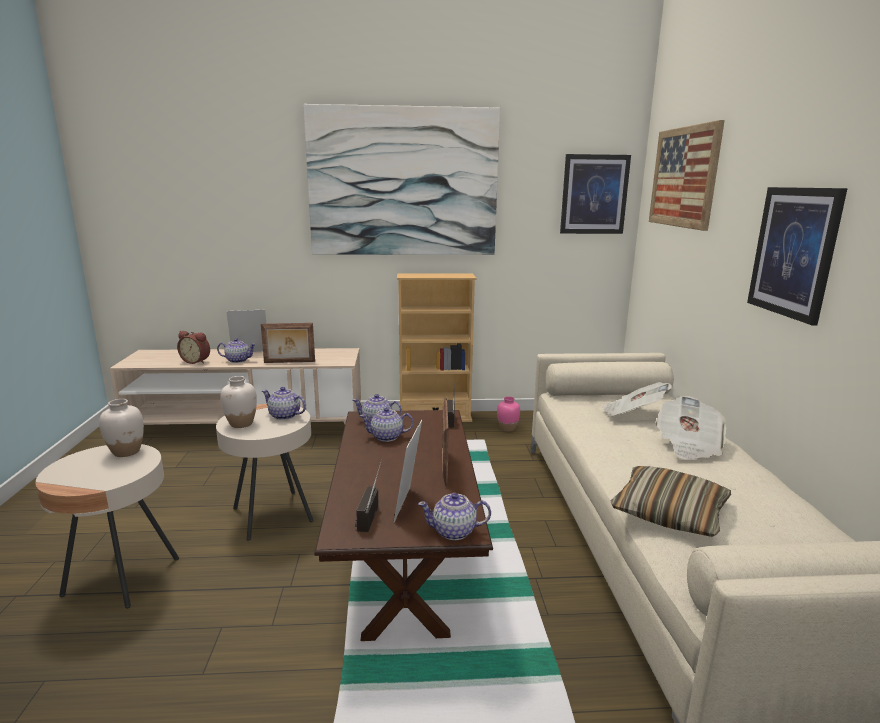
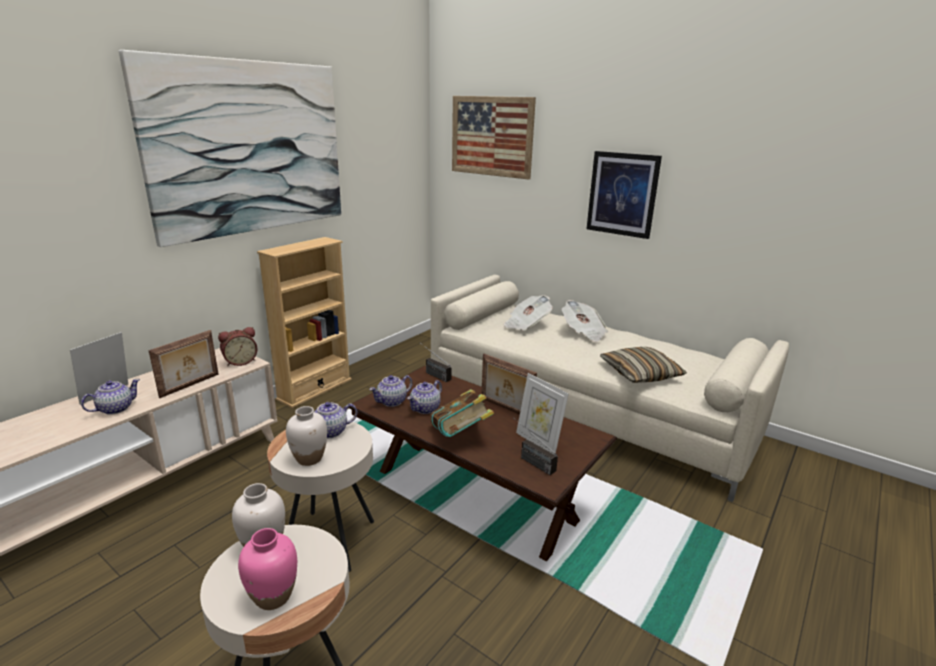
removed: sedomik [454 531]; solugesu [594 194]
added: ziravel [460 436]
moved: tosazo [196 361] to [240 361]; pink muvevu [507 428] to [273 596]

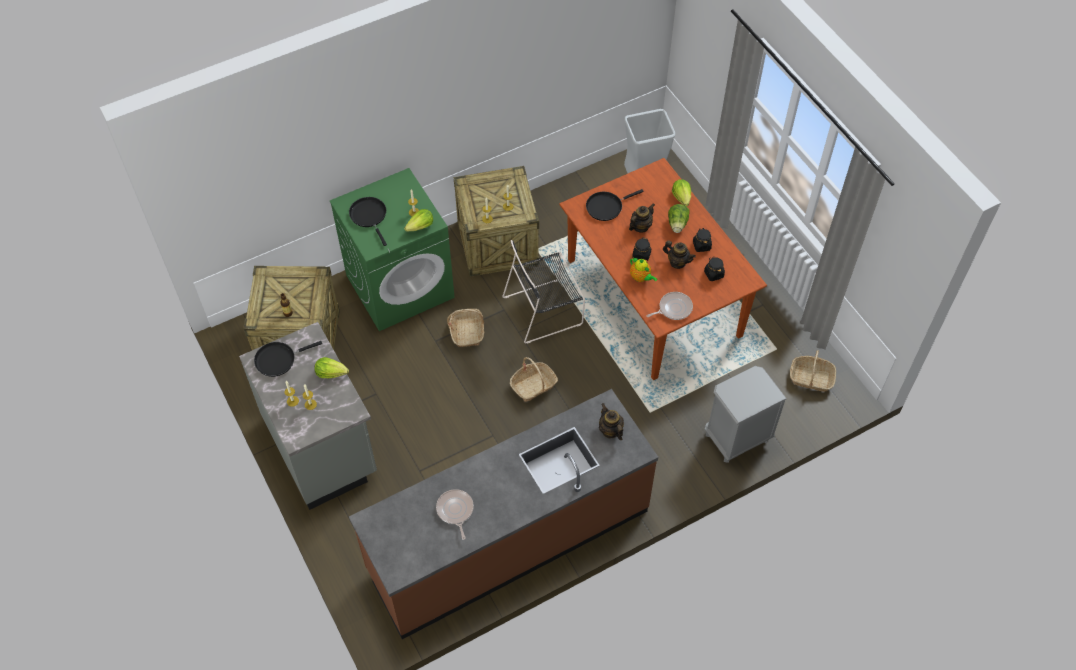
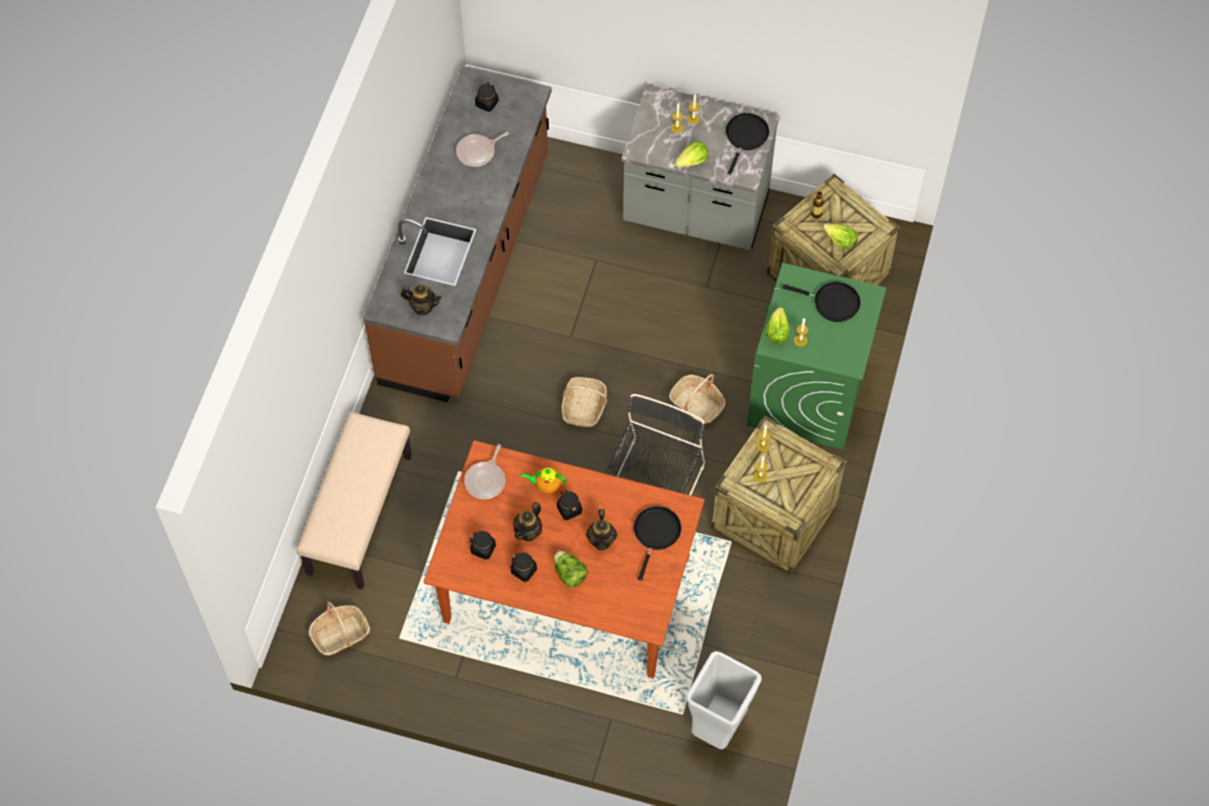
added: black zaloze [487 103]
moved: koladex [682 197] to [839 241]
replaced: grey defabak [736 438] to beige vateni [359 514]
turned: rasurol [455 511] = [477 152] 120 degrees clockwise; sedomik [677 262] = [528 531] 45 degrees counterclockwise

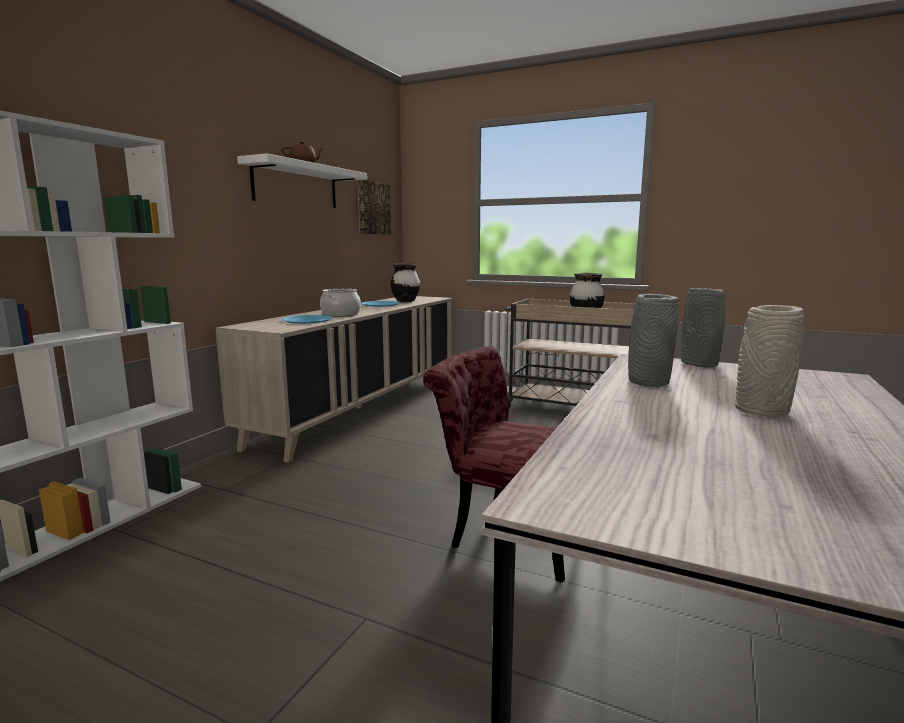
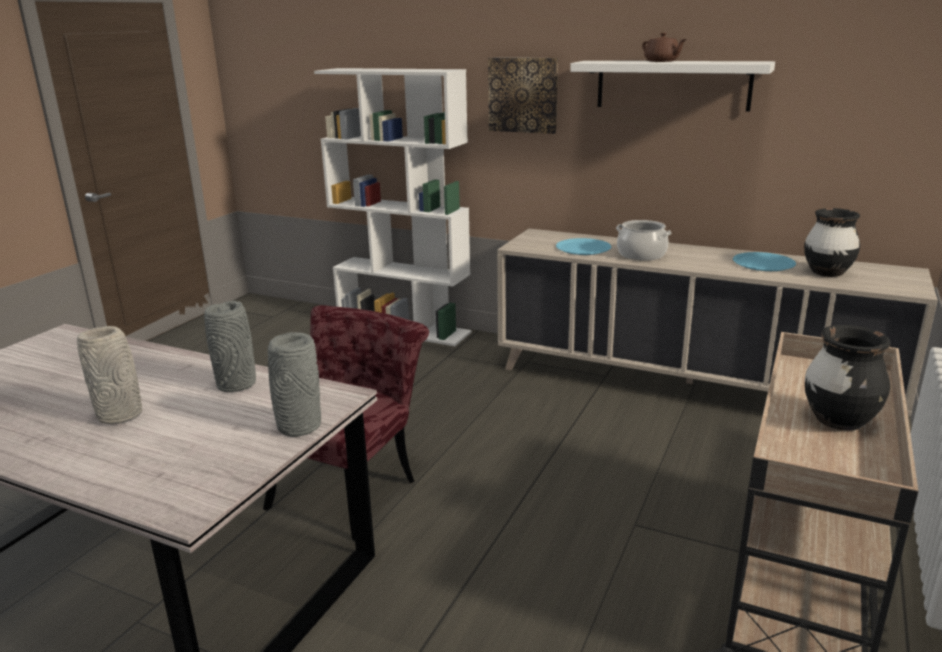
moved: solugesu [373 208] to [523 95]

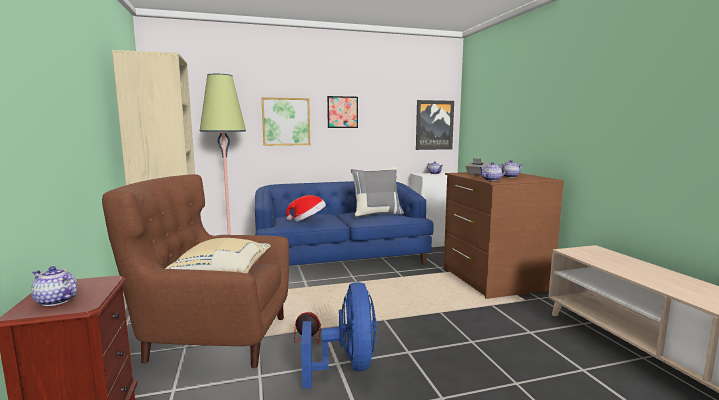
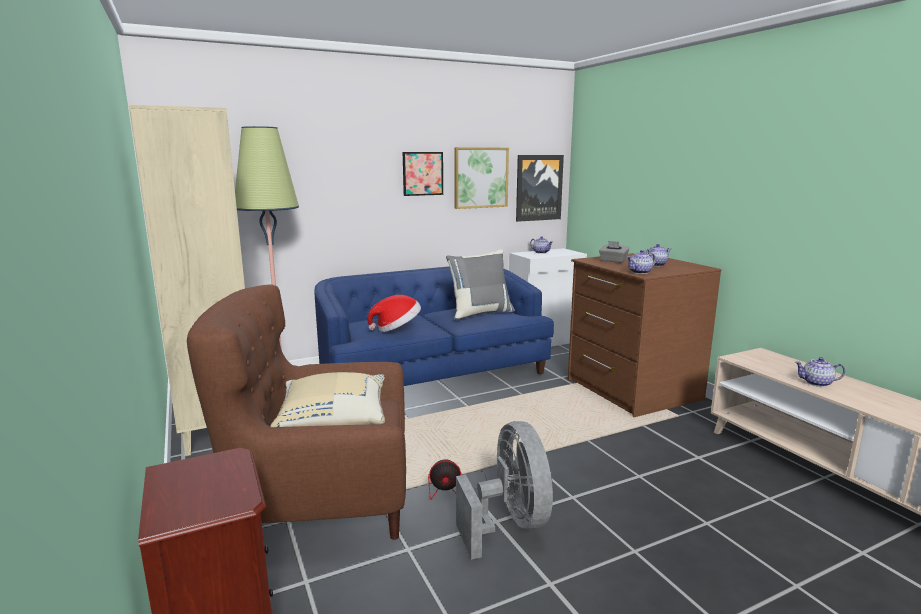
moved: sedomik [56 301] to [817 383]; solugesu [286 121] to [480 177]
recoloured: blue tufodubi [347 366] to grey tufodubi [509 524]

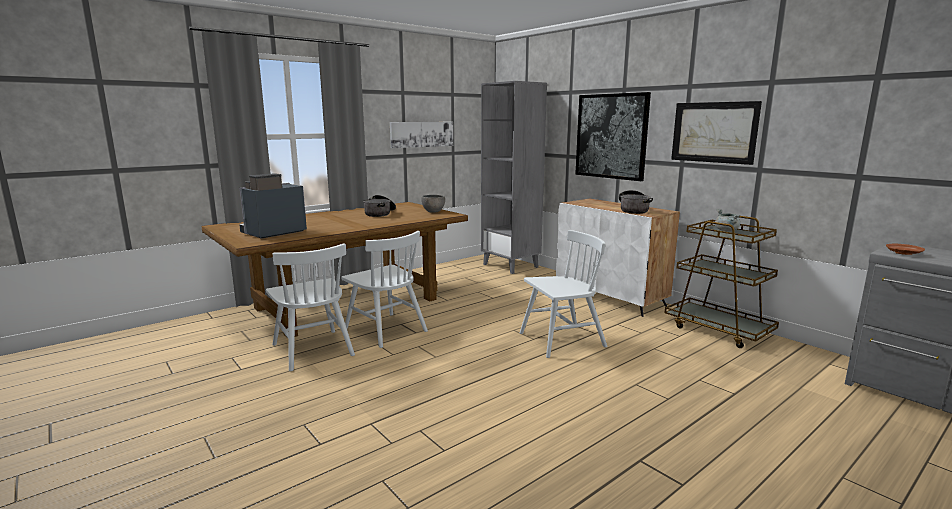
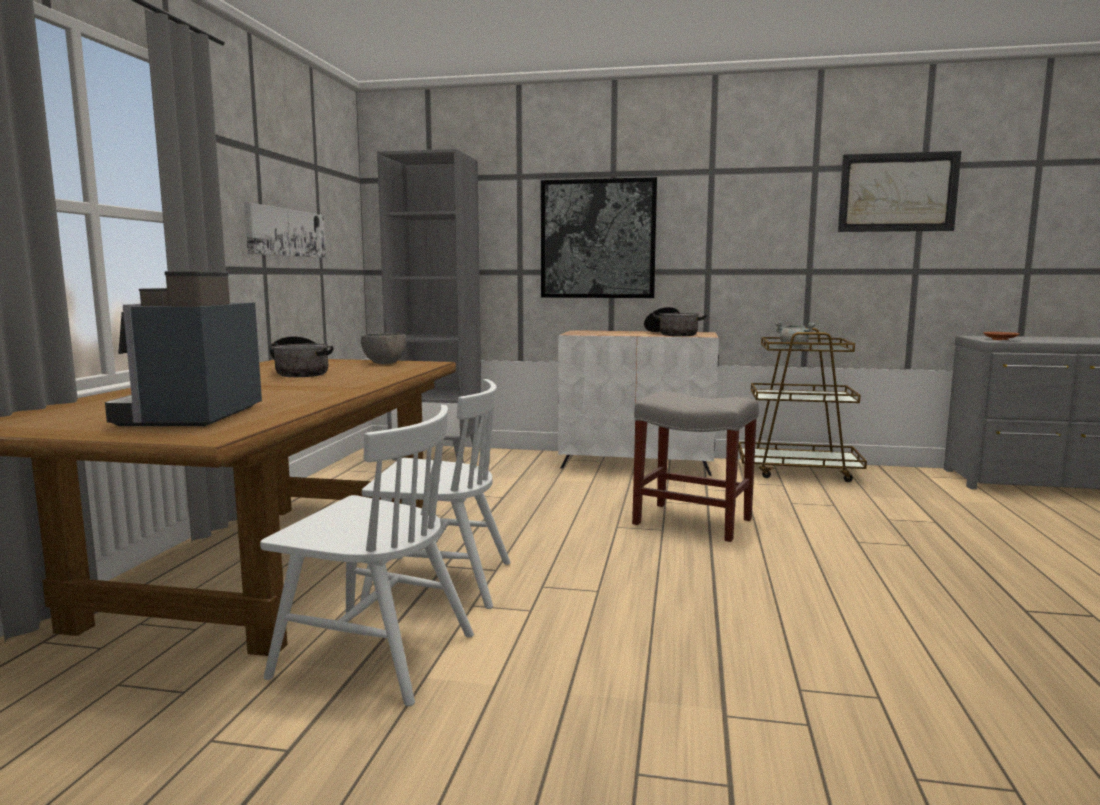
moved: solugesu [714 132] to [897 192]
replaced: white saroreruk [561 340] to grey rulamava [694 522]

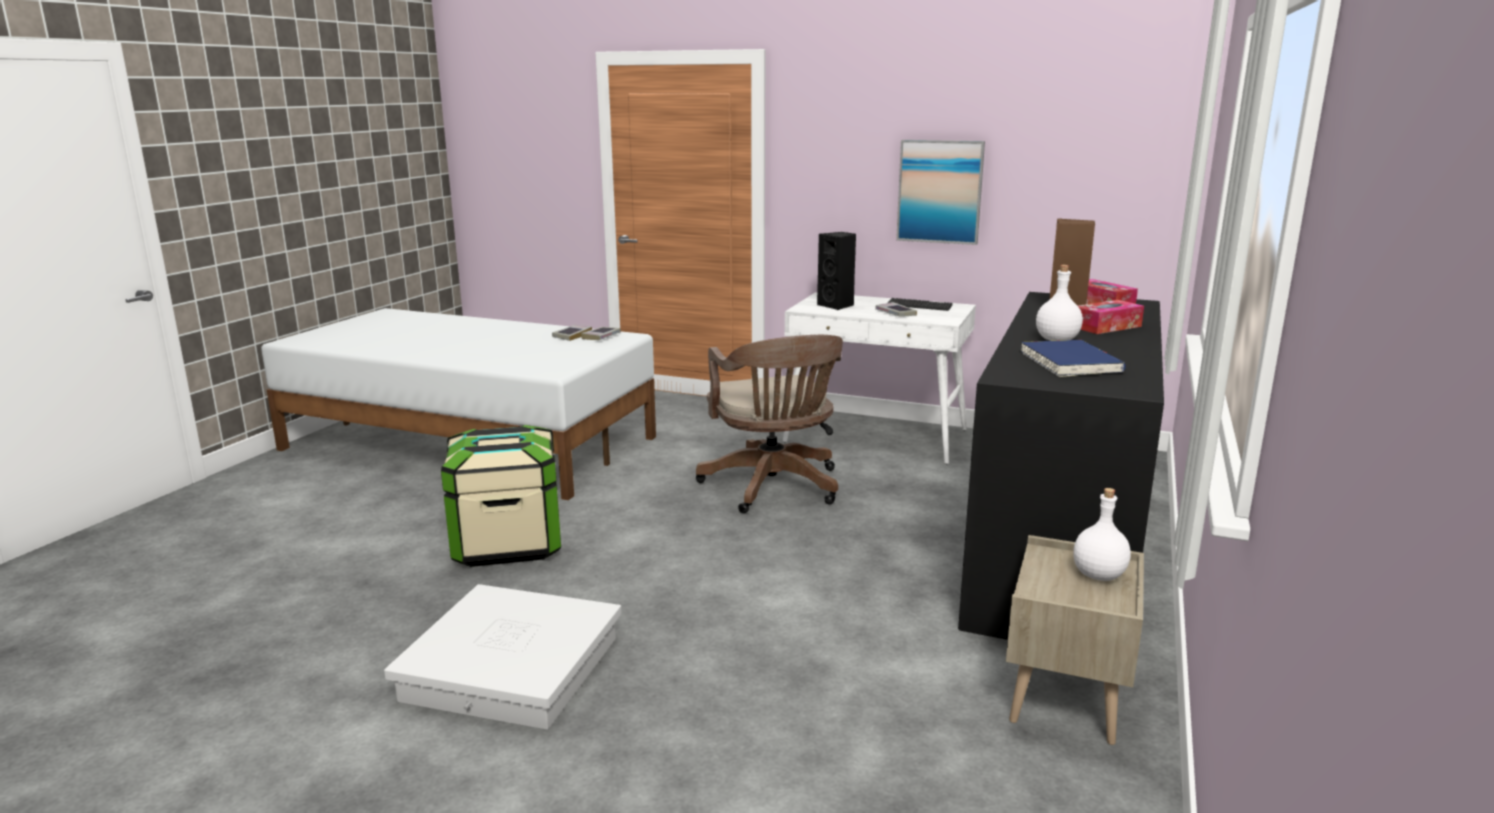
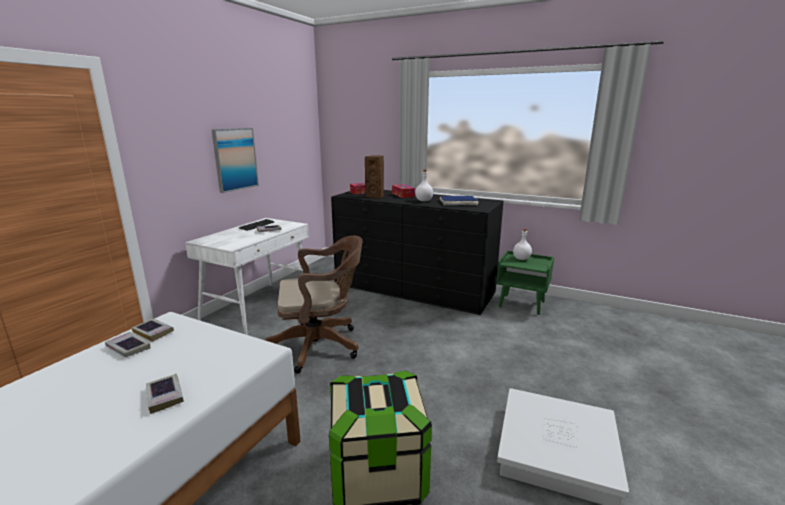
removed: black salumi [837 305]
added: ziravel [165 396]
recoloured: beige defabak [1067 701] to green defabak [522 304]

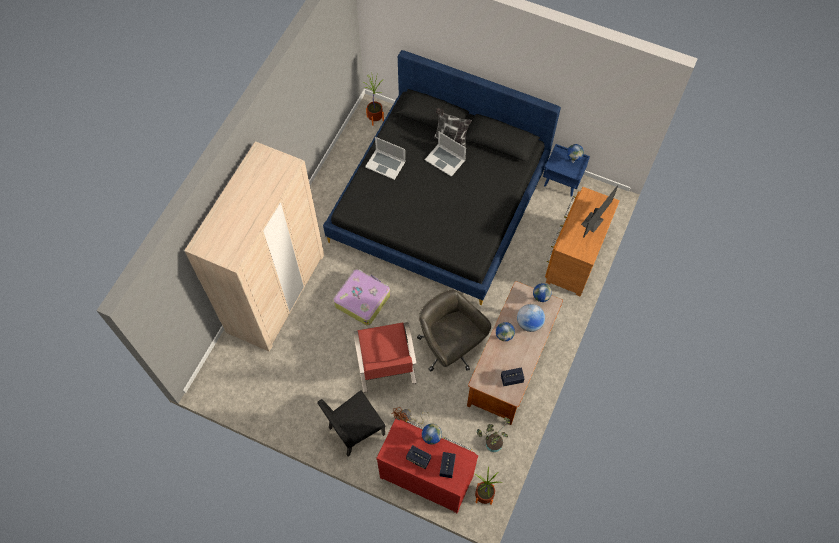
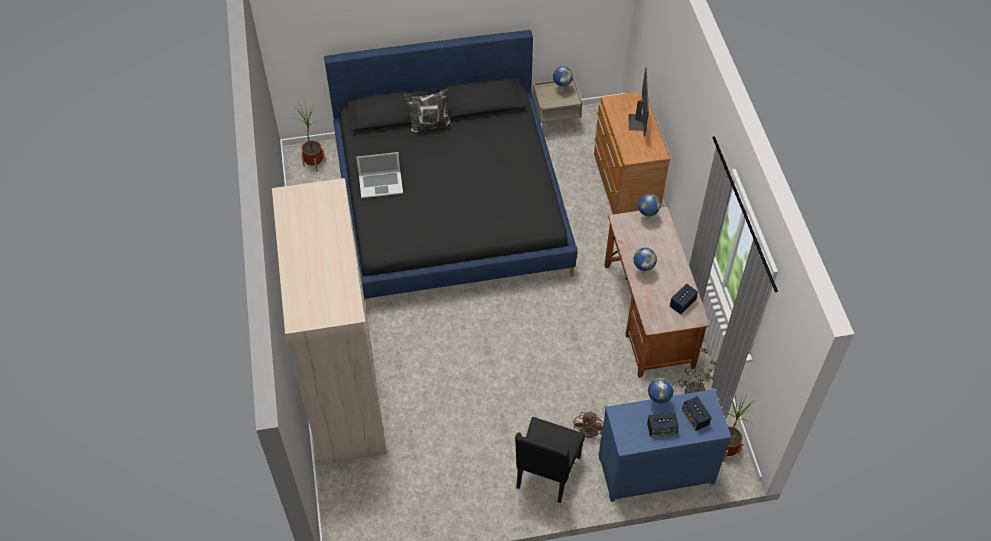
removed: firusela [362 299]; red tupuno [386 367]; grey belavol [449 348]; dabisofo [445 160]; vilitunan [529 323]
recoloured: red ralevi [427 474] to blue ralevi [654 466]; blue defabak [562 181] to beige defabak [556 123]

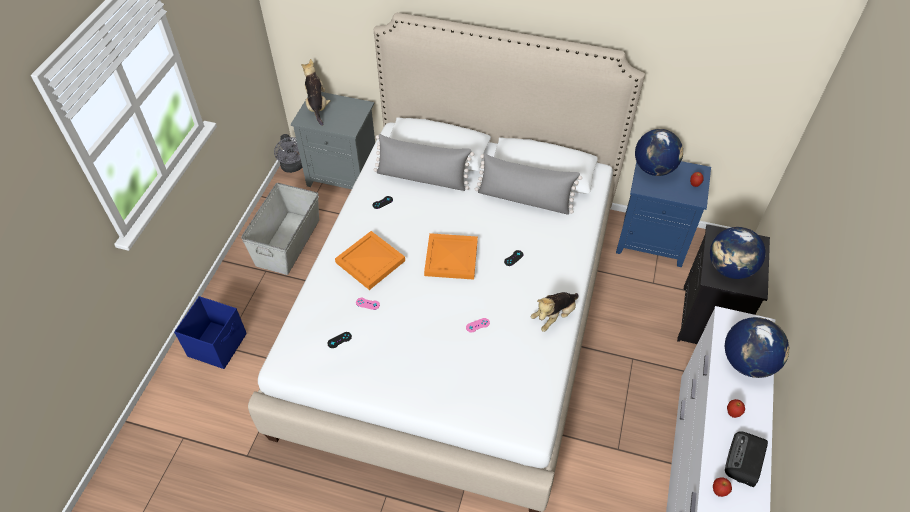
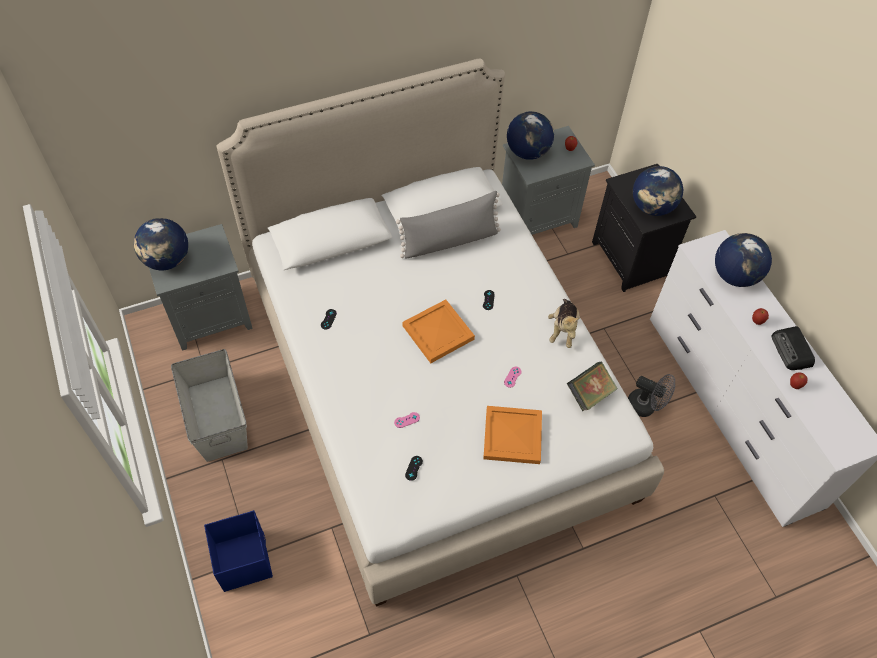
removed: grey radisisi [422 178]
added: ziravel [589 393]
moved: grey tufodubi [293 167] to [646 406]; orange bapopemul [370 261] to [511 435]
replaced: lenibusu [317 106] to vilitunan [167 260]
recoloured: blue defabak [652 240] to grey defabak [538 216]

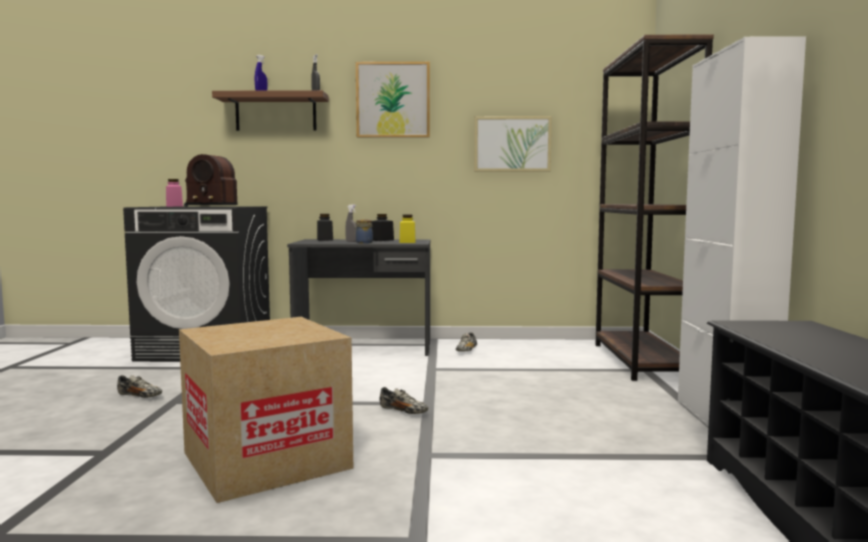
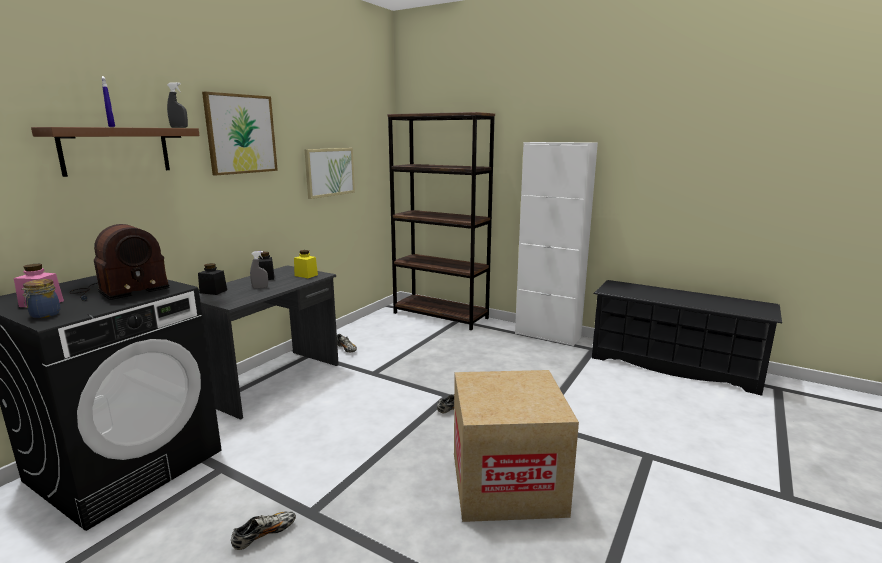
moved: zaloze [363 243] to [44 315]

